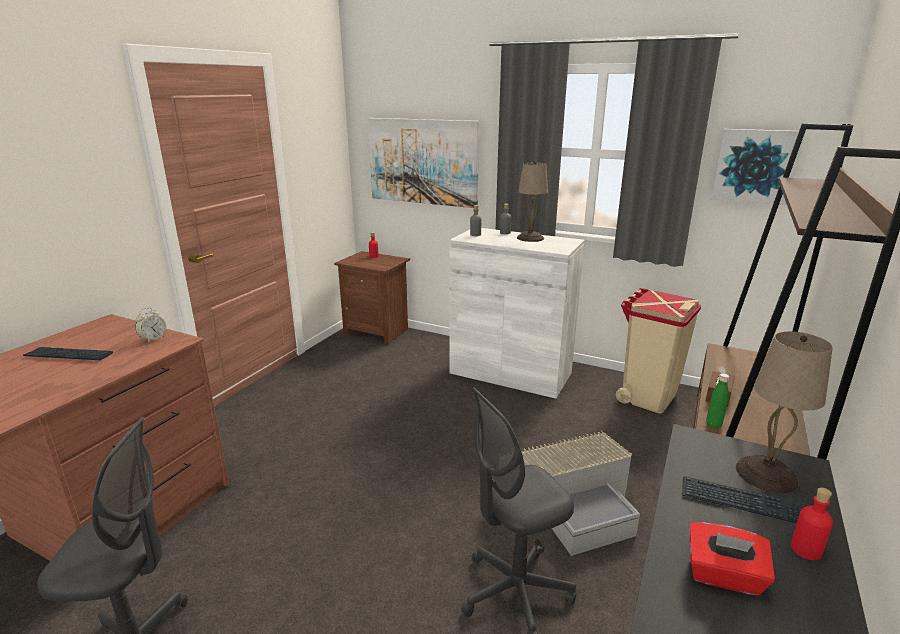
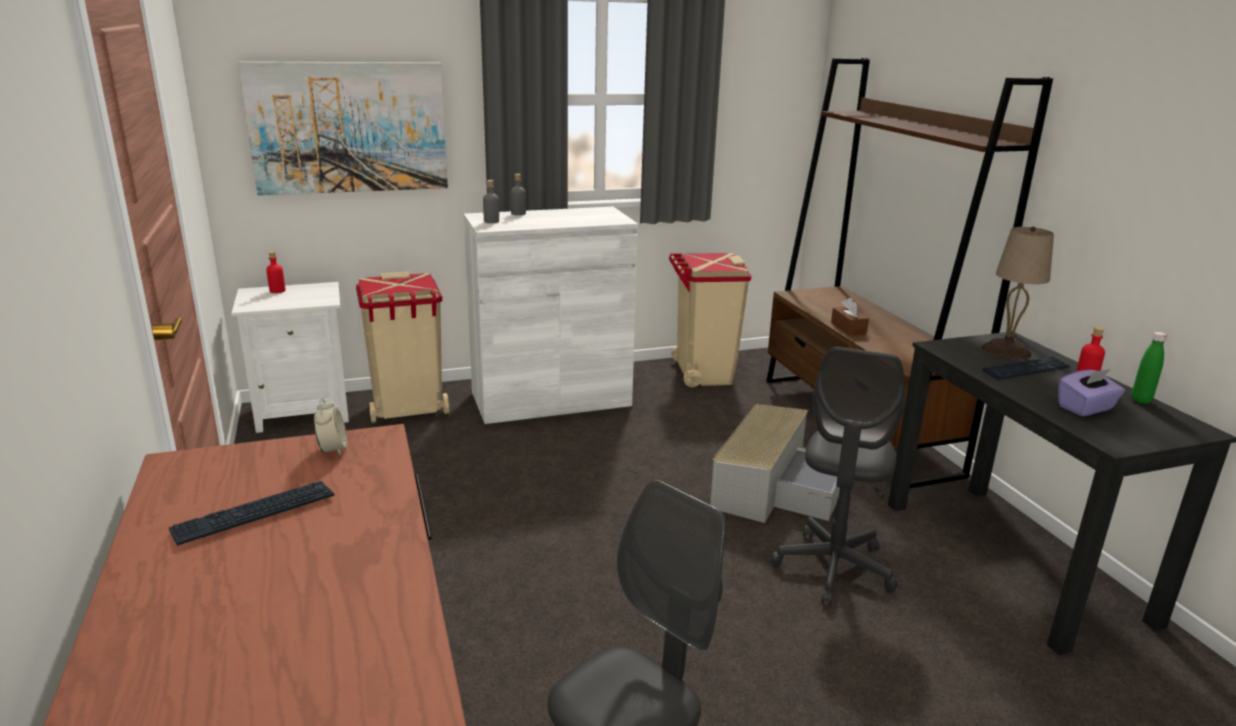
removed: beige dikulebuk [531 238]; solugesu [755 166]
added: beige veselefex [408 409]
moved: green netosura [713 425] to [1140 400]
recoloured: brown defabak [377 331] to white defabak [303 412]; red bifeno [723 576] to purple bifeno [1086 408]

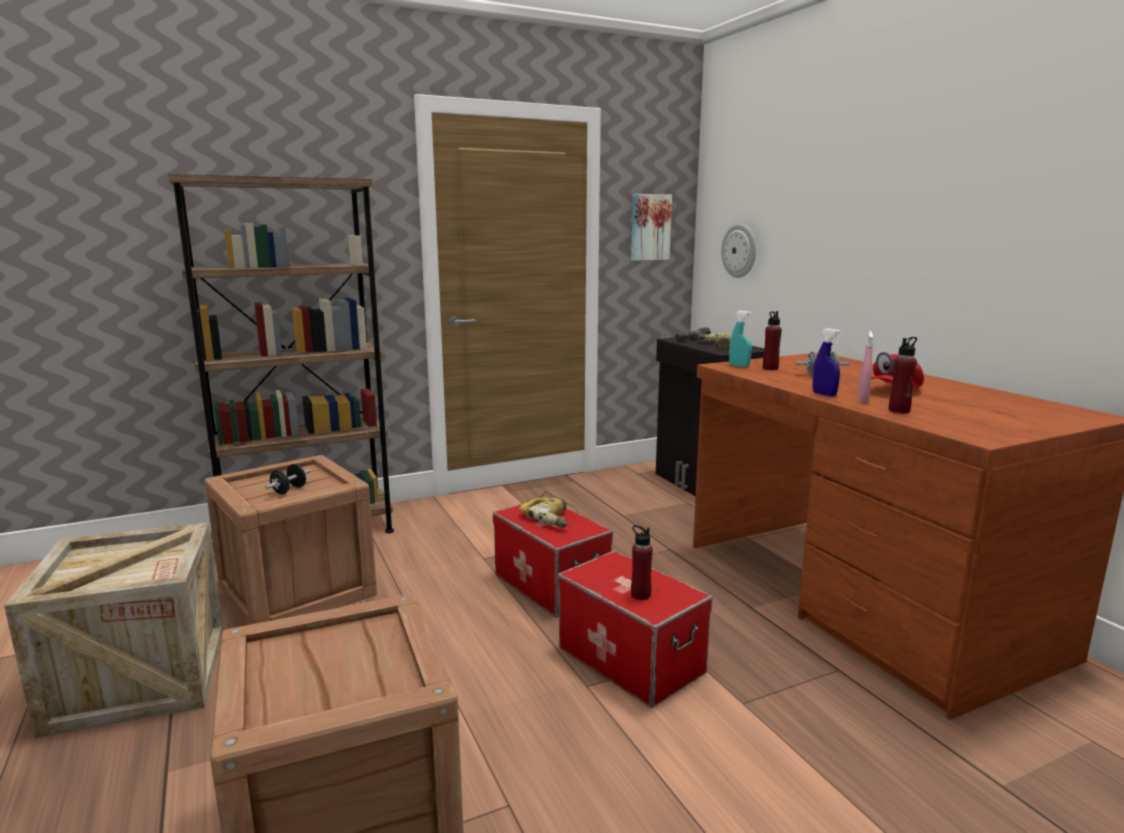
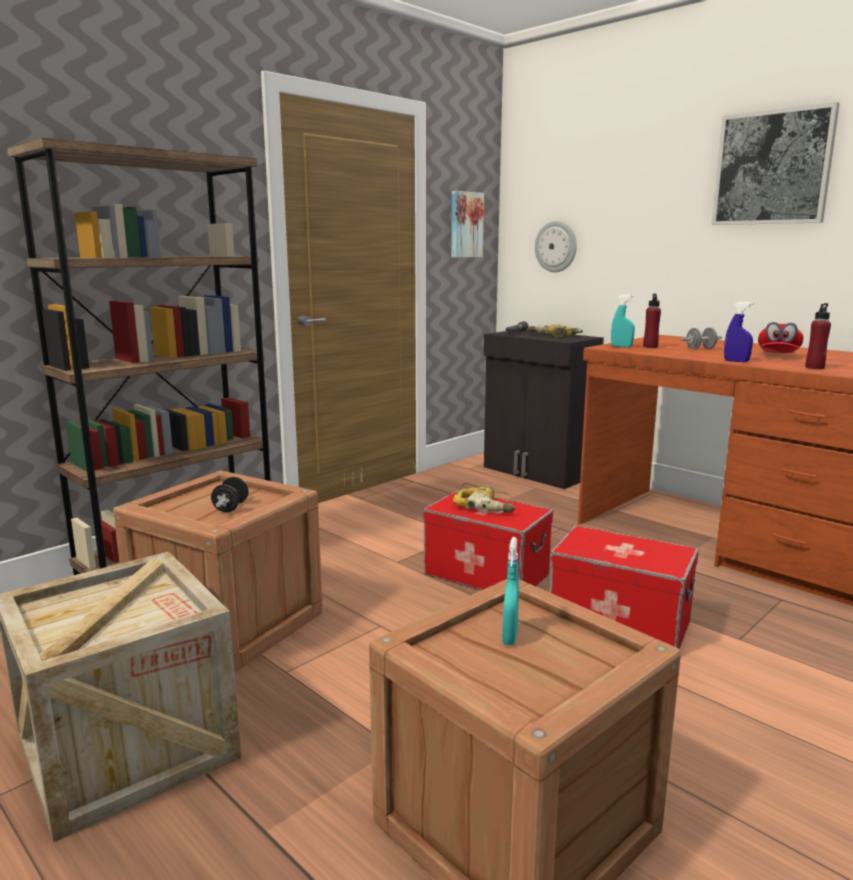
removed: red netosura [640 595]; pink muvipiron [862 400]
added: turquoise muvipiron [510 637]; solugesu [772 168]

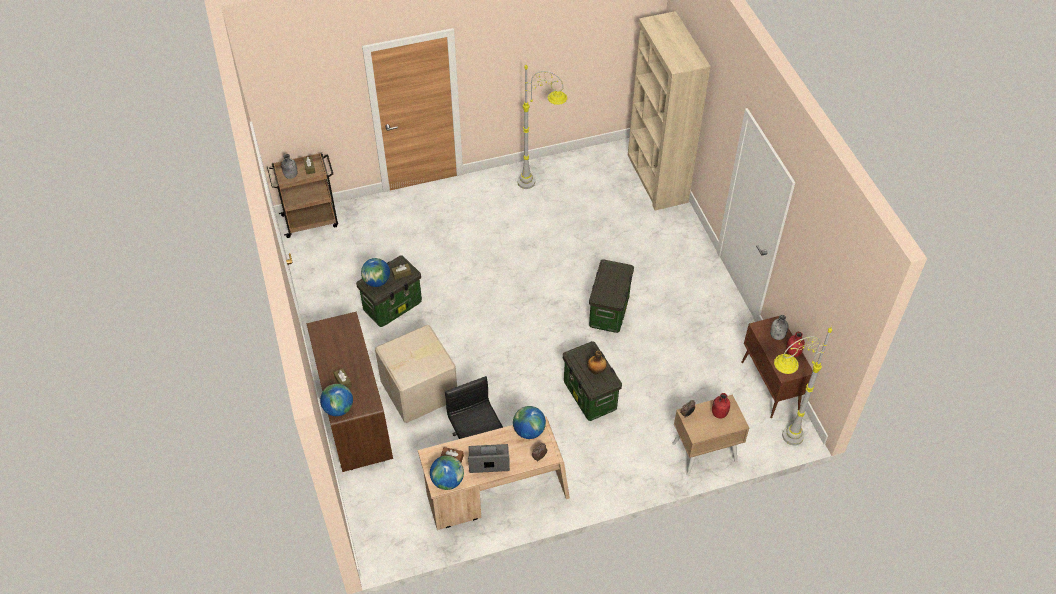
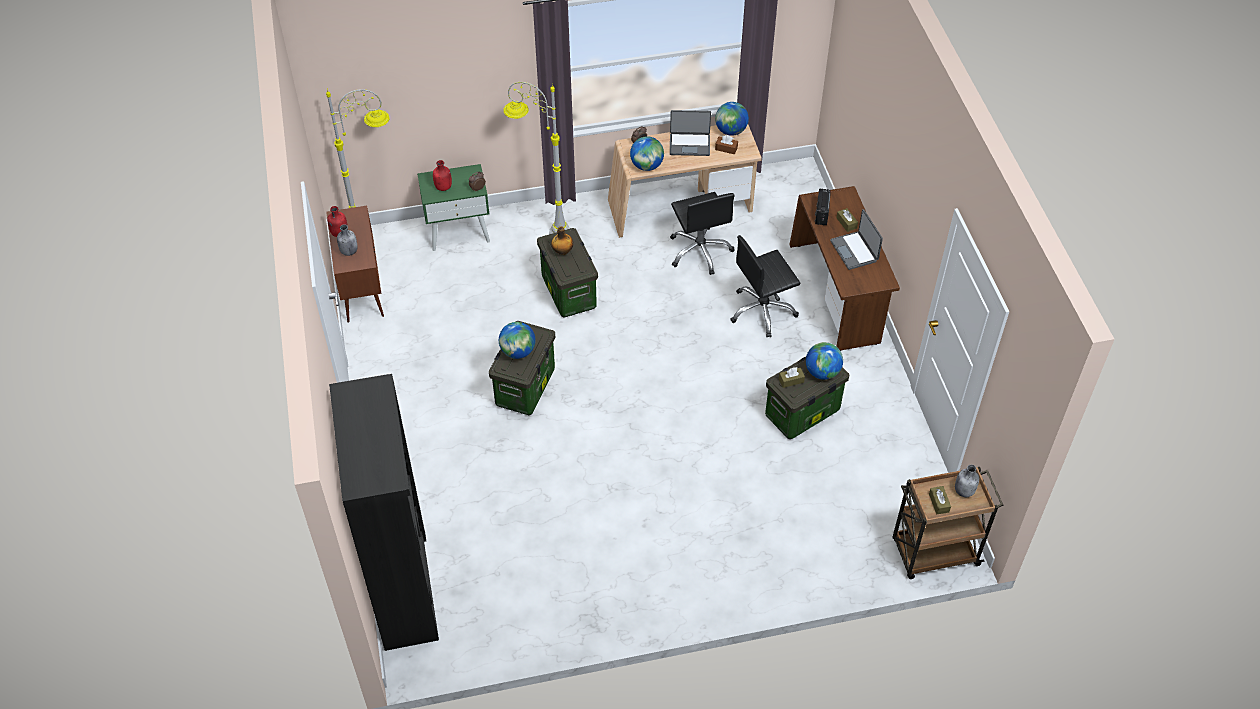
added: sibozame [821 214]; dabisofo [854 251]
moved: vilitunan [338 408] to [518 351]; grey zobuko [541 185] to [542 229]
replaced: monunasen [420 390] to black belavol [762 311]
recoloured: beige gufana [656 179] to black gufana [405 589]; beige defabak [704 452] to green defabak [458 231]

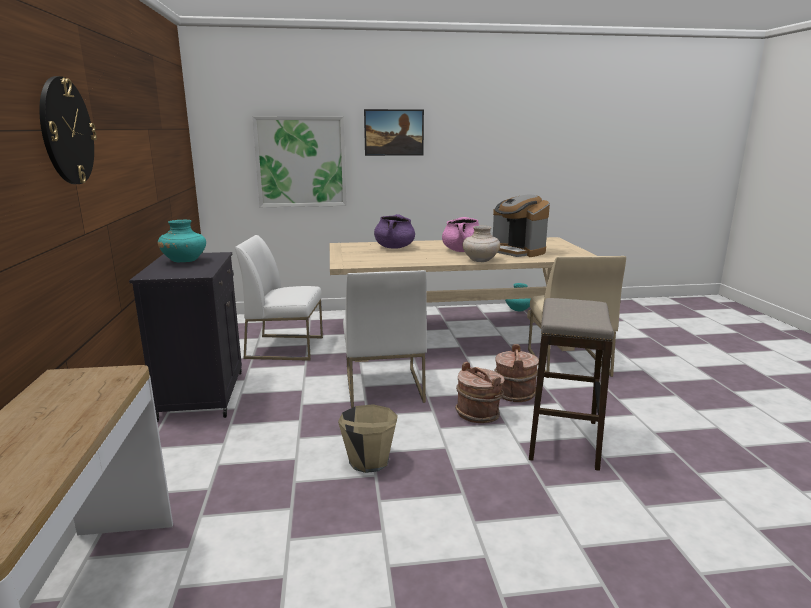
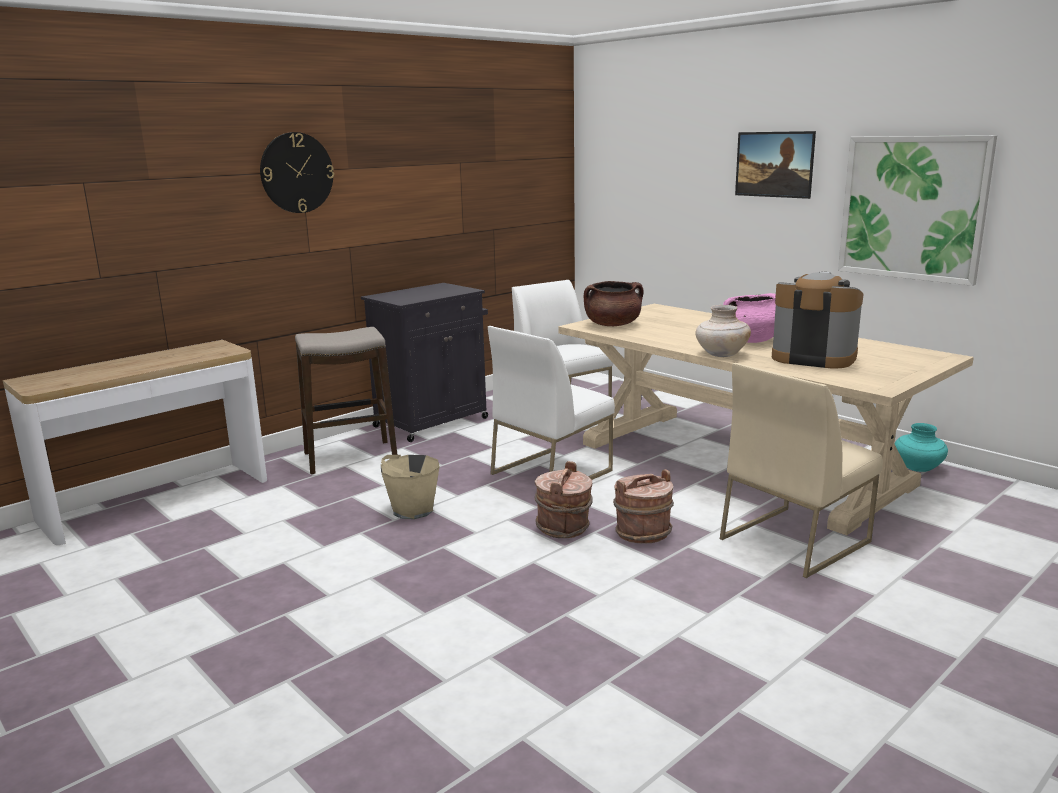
removed: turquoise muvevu [185 261]; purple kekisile [394 247]
added: brown kekisile [612 325]
moved: solugesu [301 162] to [912 208]; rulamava [563 440] to [350 457]
turned: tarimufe [517 251] = [813 357] 105 degrees clockwise

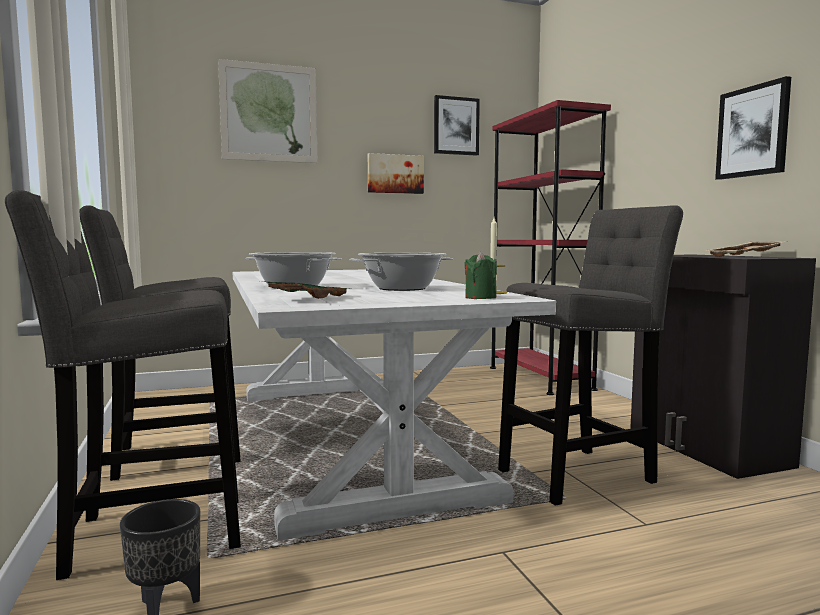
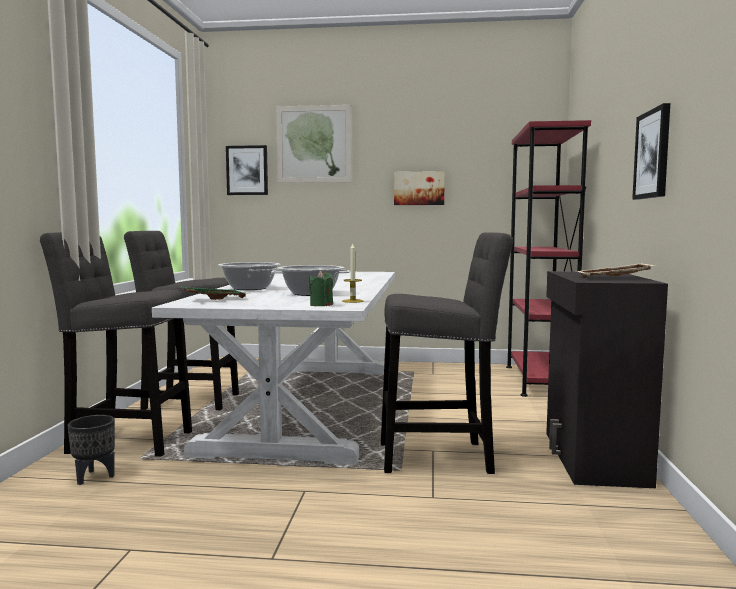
moved: solugesu [456 126] to [247 170]

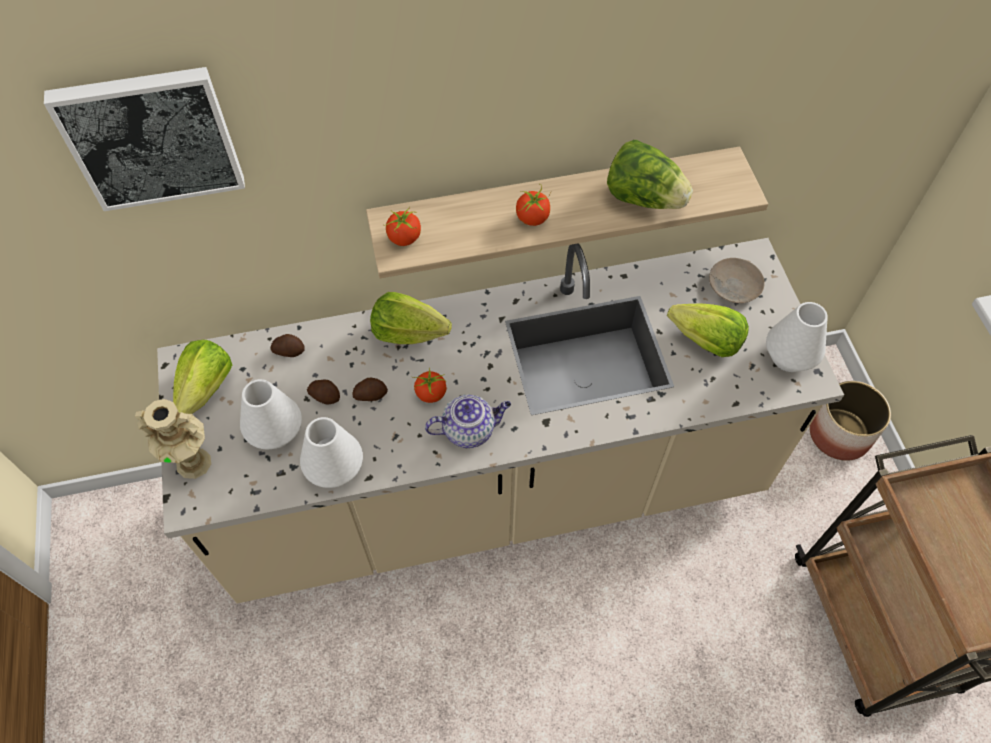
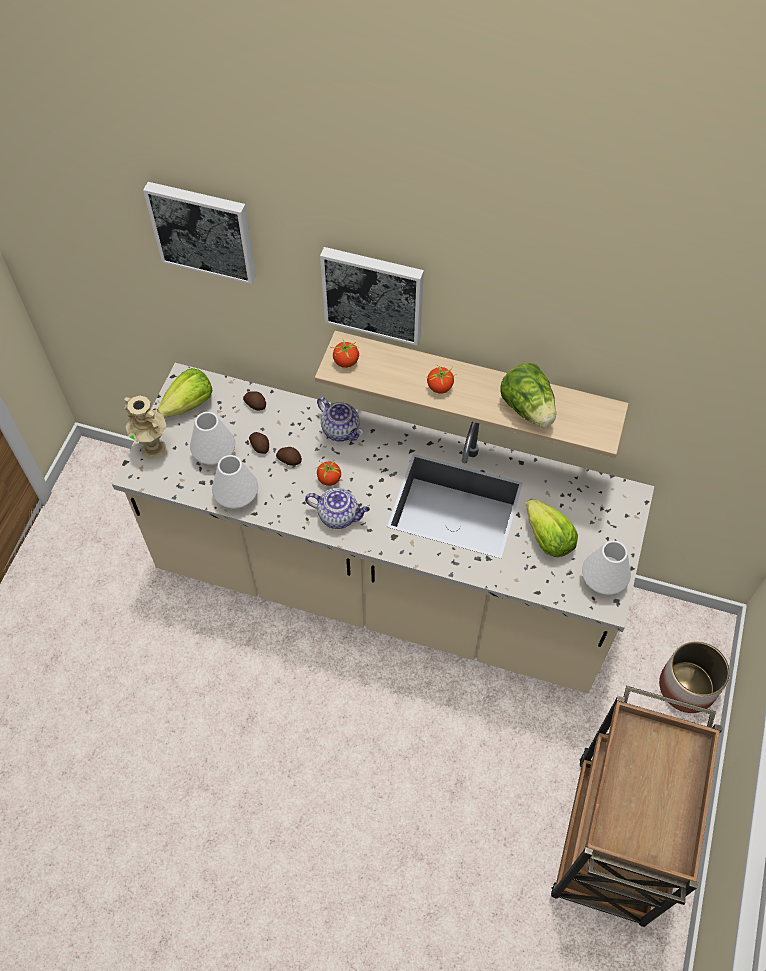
removed: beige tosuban [734 285]
added: solugesu [373 293]
replaced: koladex [408 332] to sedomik [341 430]

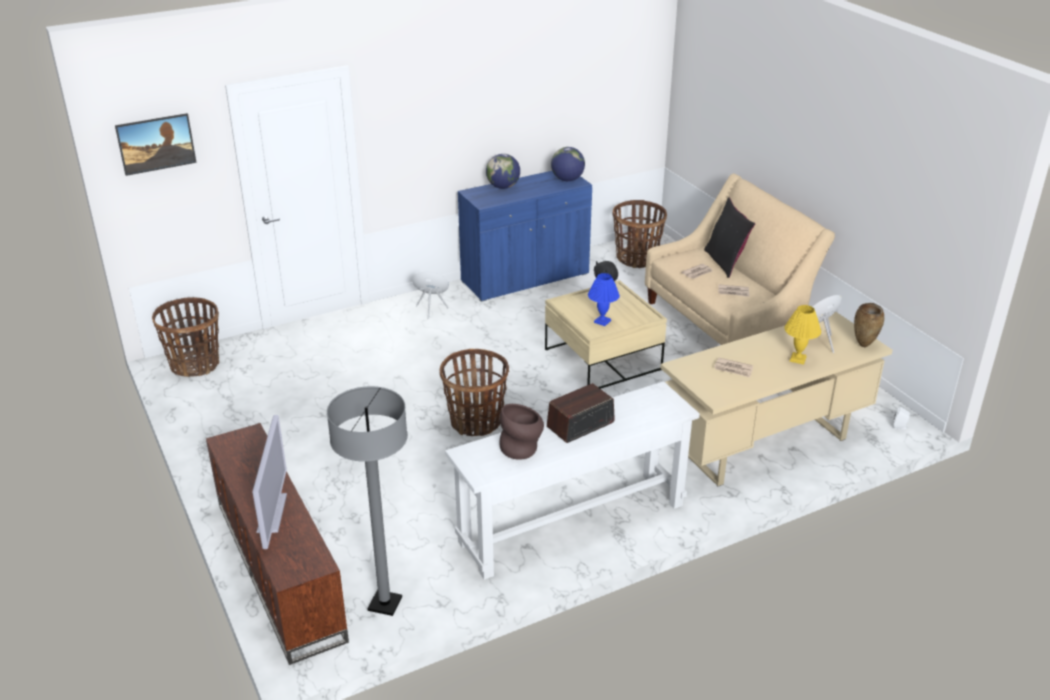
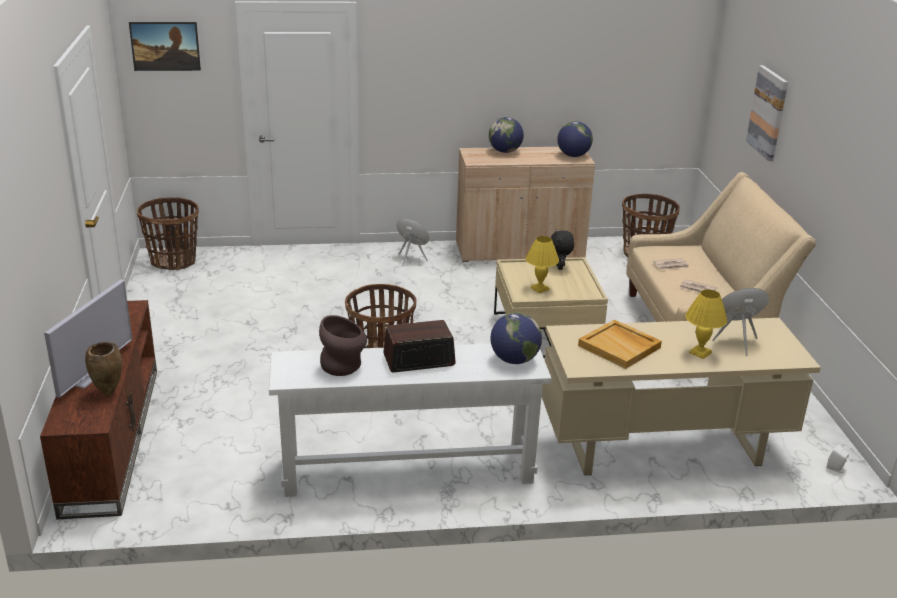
removed: grey zobuko [385 604]; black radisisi [725 262]
added: vilitunan [514 360]; solugesu [768 112]
moved: brown muvevu [864 345] to [108 393]
replaced: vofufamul [733 369] to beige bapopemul [620 346]
recoloured: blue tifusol [525 278] to beige tifusol [519 251]; blue dikulebuk [603 321] to yellow dikulebuk [540 289]

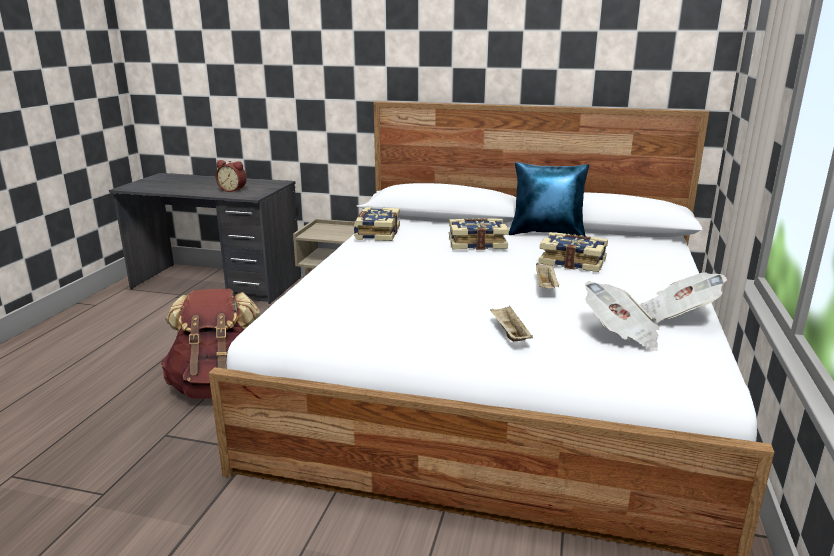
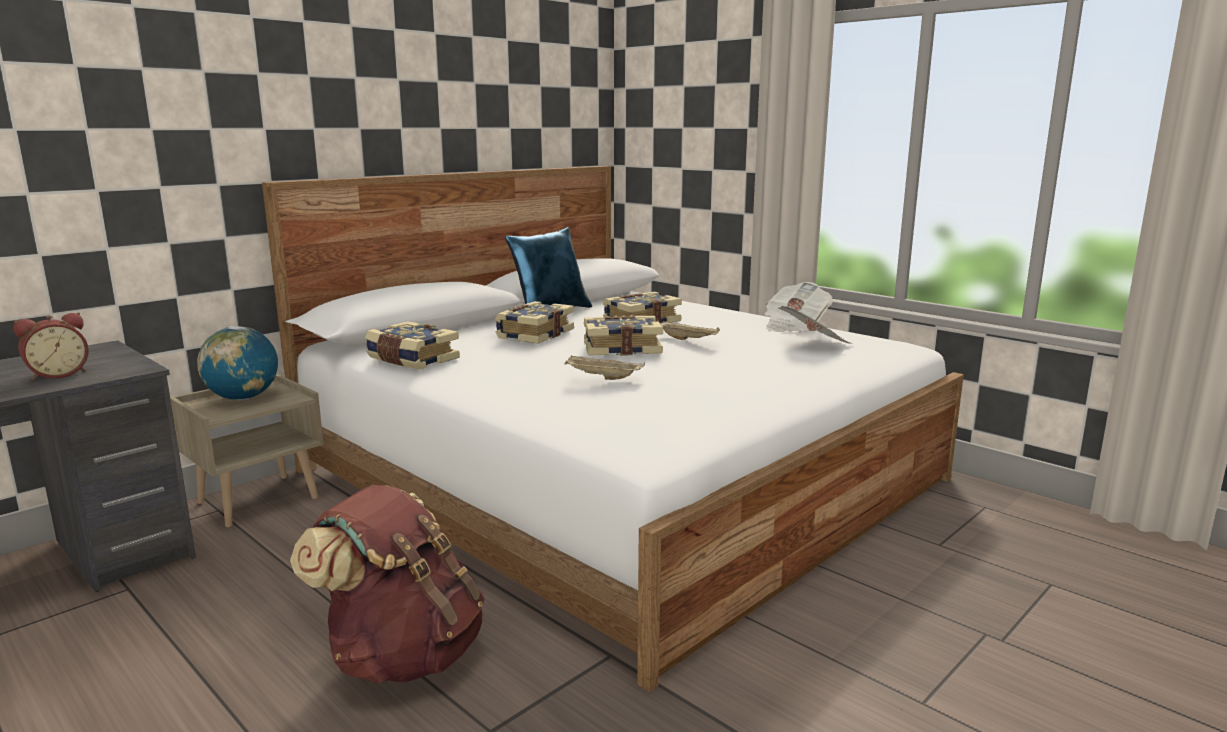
added: vilitunan [243 398]; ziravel [622 348]
moved: beige bapopemul [509 334] to [602 377]

